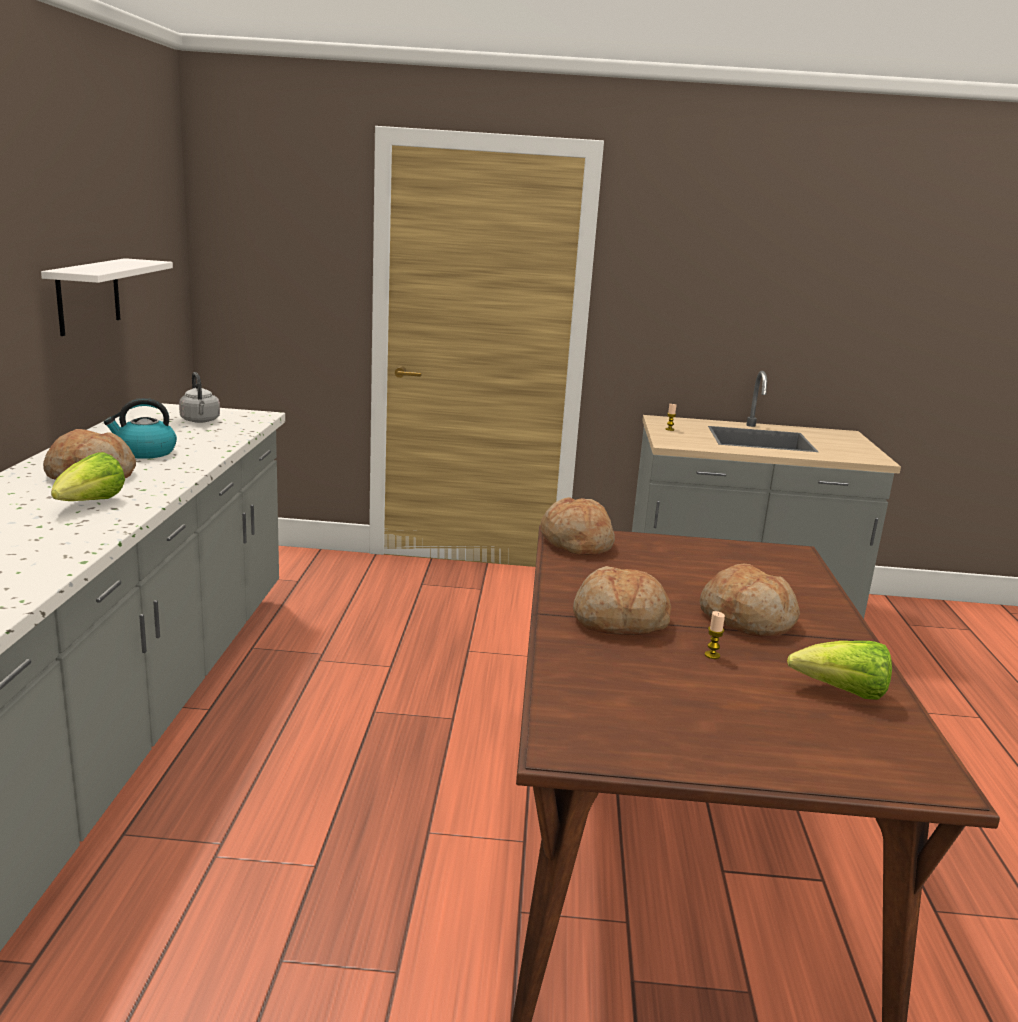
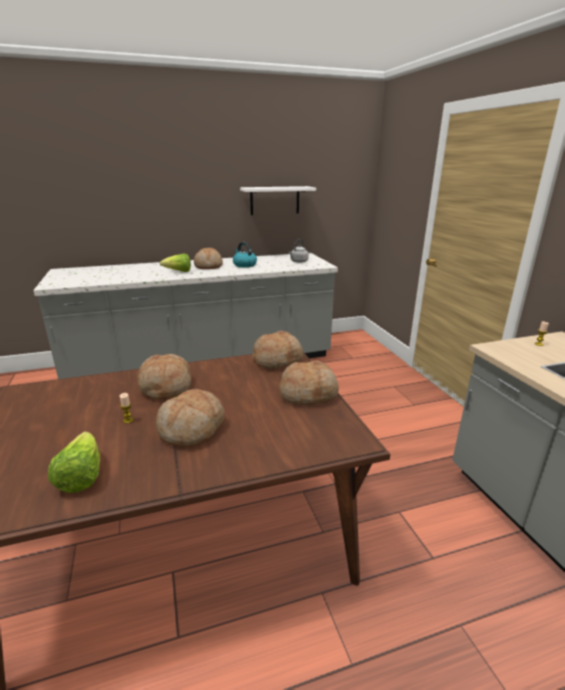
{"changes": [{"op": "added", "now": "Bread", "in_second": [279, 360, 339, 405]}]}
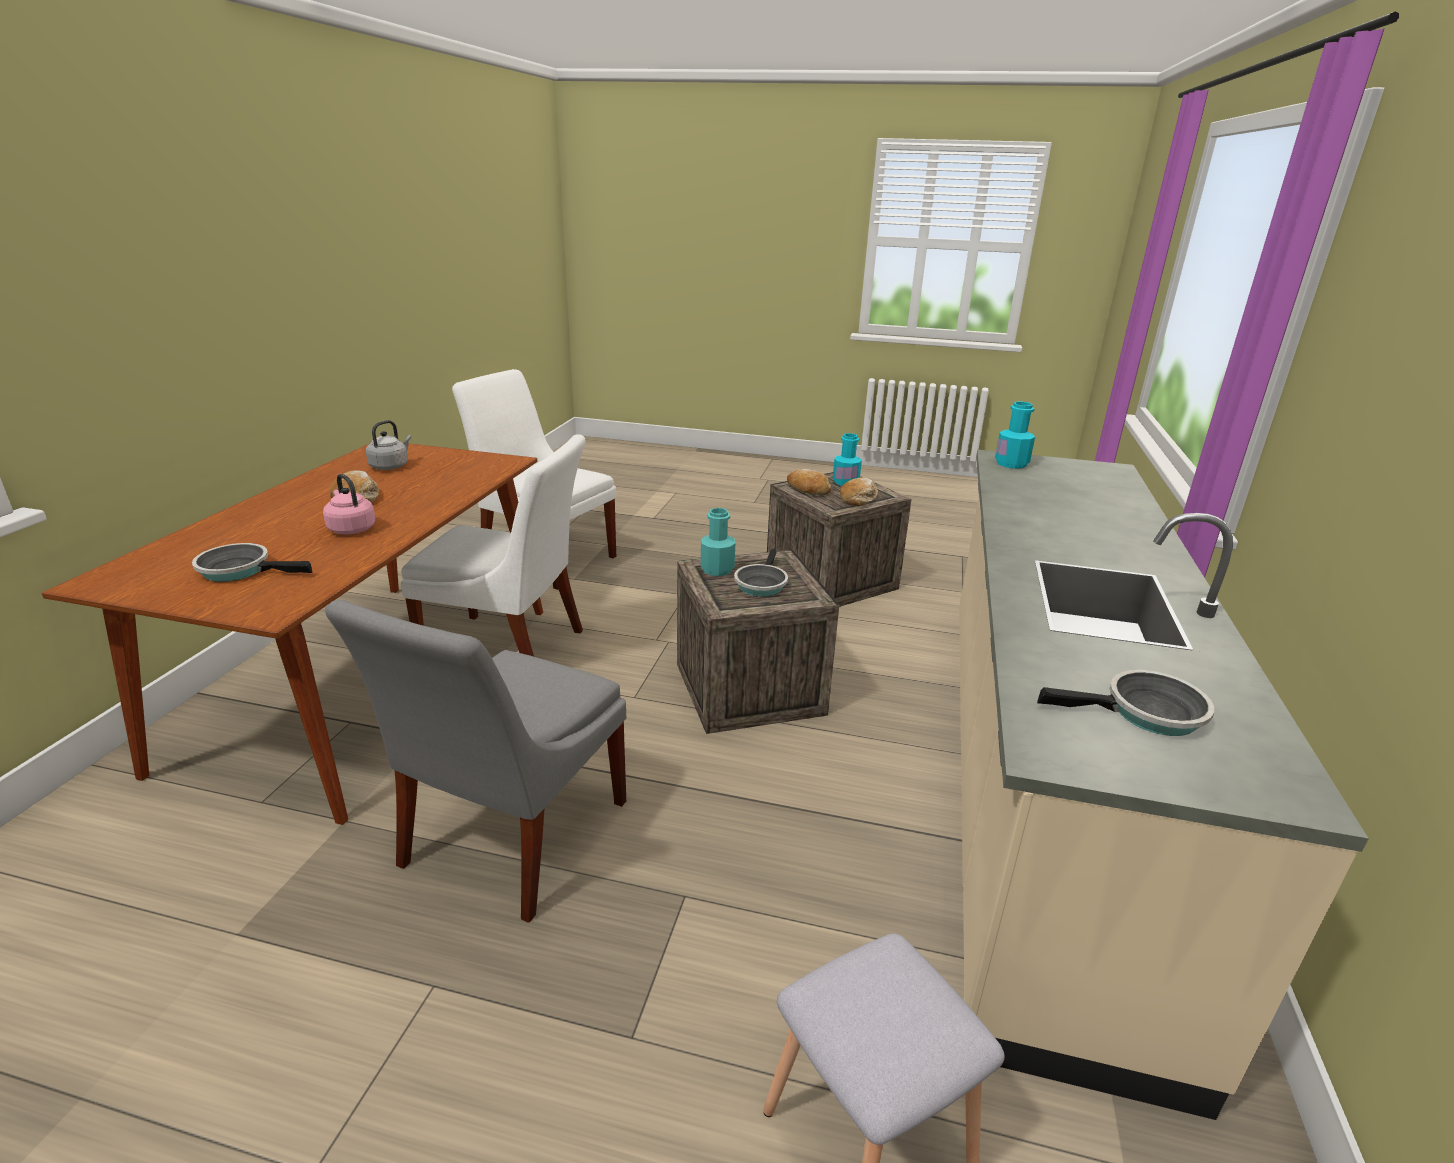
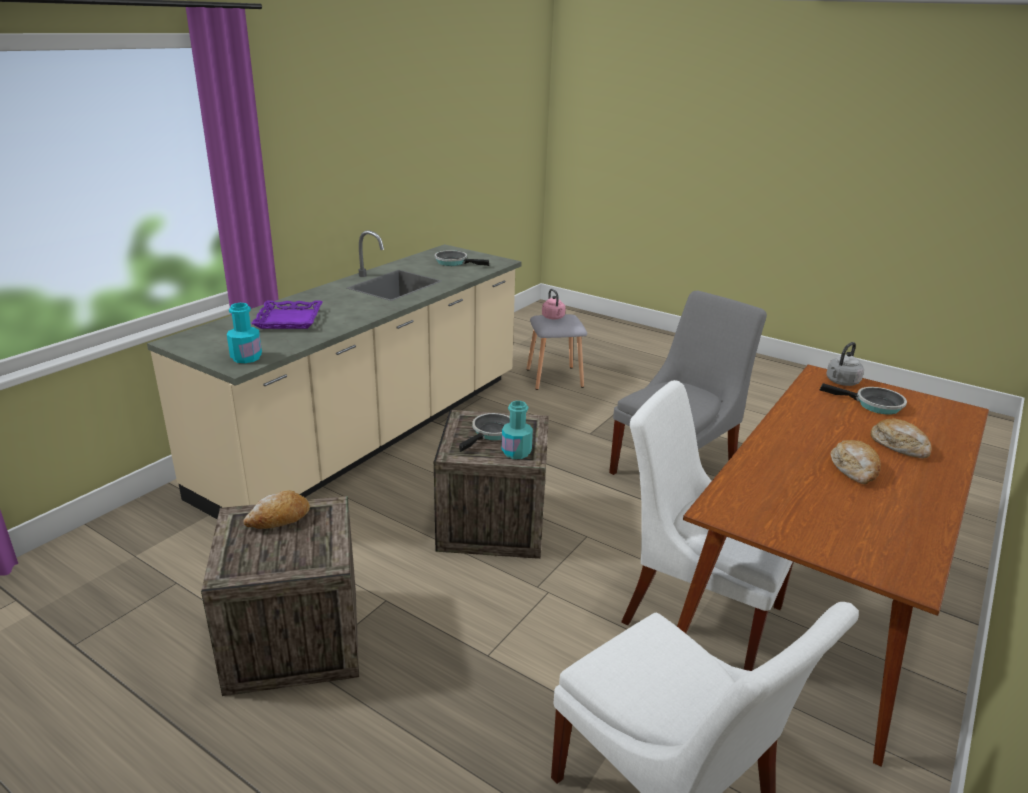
{"changes": [{"op": "added", "now": "PurpleTray", "in_second": [251, 300, 323, 329]}, {"op": "moved", "was": "PinkKettle", "in_first": [323, 474, 375, 535], "in_second": [542, 289, 565, 319]}, {"op": "moved", "was": "GreyKettle", "in_first": [366, 420, 412, 470], "in_second": [826, 342, 864, 386]}, {"op": "moved", "was": "Bread", "in_first": [787, 469, 831, 495], "in_second": [871, 418, 932, 458]}, {"op": "removed", "was": "TurquoiseBottle", "in_first": [833, 433, 862, 486]}]}
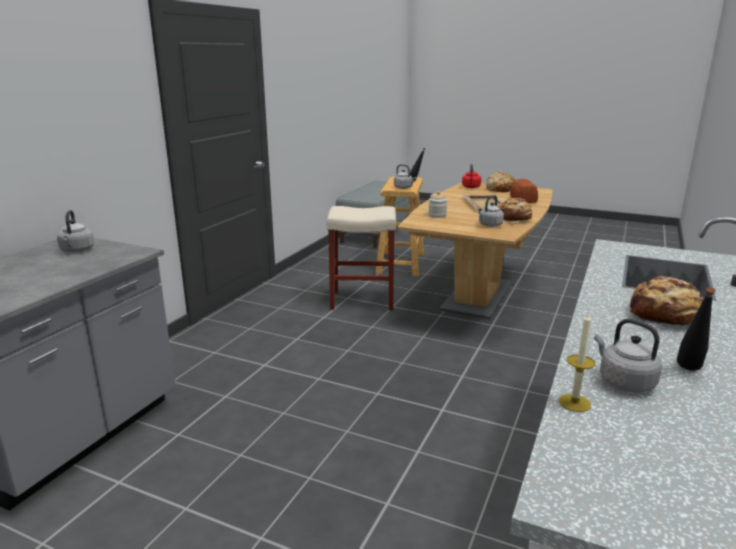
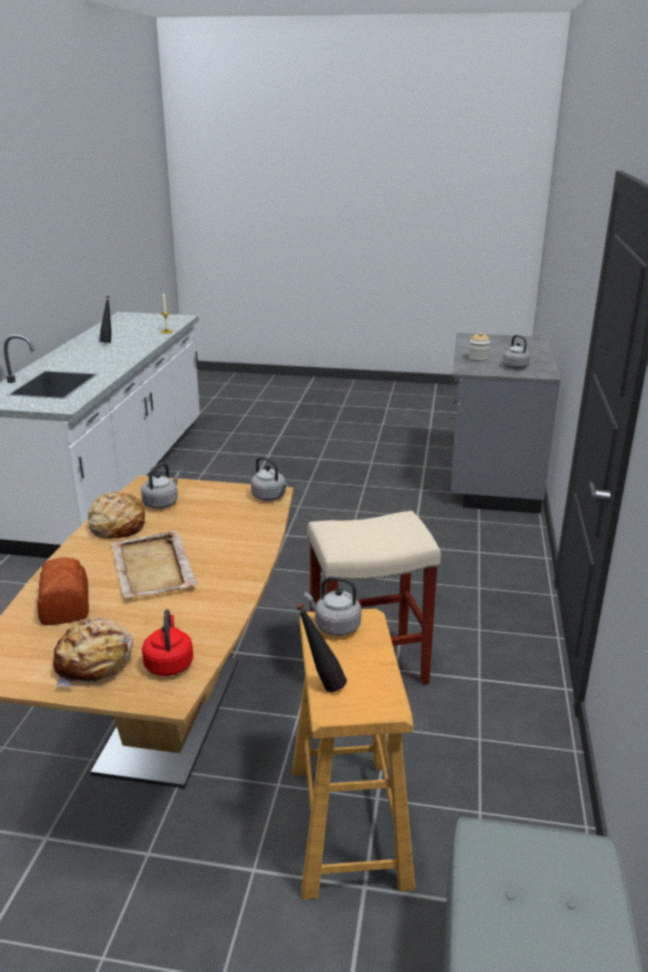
{"changes": [{"op": "moved", "was": "GreyKettle", "in_first": [594, 319, 662, 393], "in_second": [251, 456, 289, 501]}, {"op": "moved", "was": "Jar", "in_first": [428, 191, 447, 218], "in_second": [468, 332, 490, 362]}, {"op": "removed", "was": "Bread", "in_first": [630, 276, 703, 326]}]}
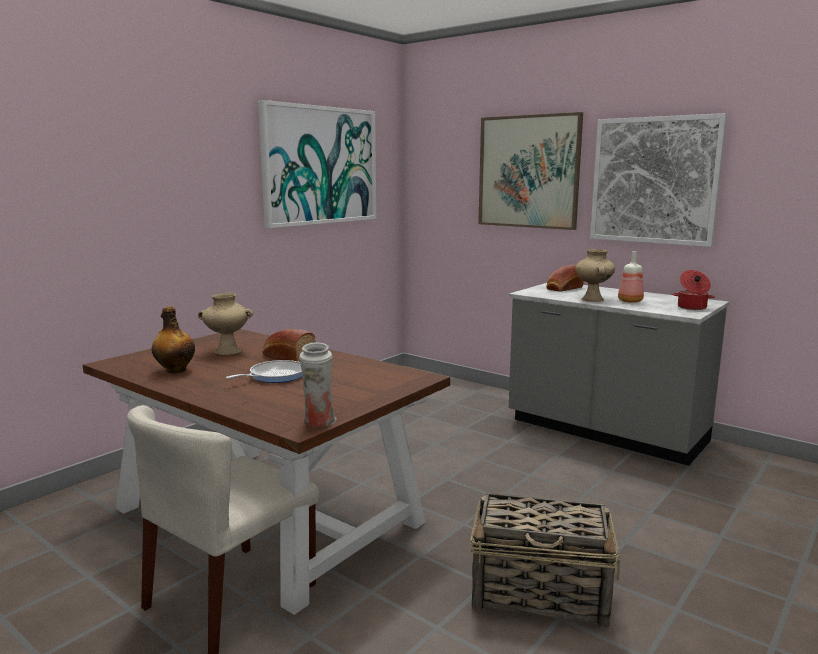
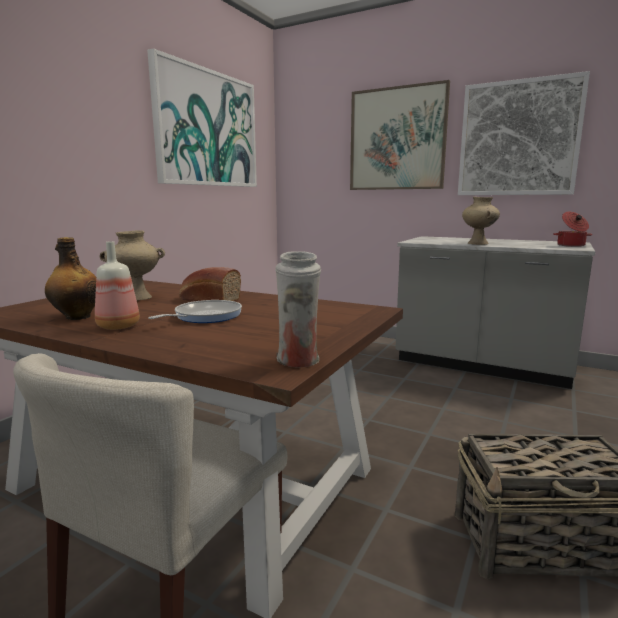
{"changes": [{"op": "moved", "was": "Bottle", "in_first": [618, 251, 644, 303], "in_second": [95, 241, 140, 330]}, {"op": "removed", "was": "Bread", "in_first": [546, 265, 584, 292]}]}
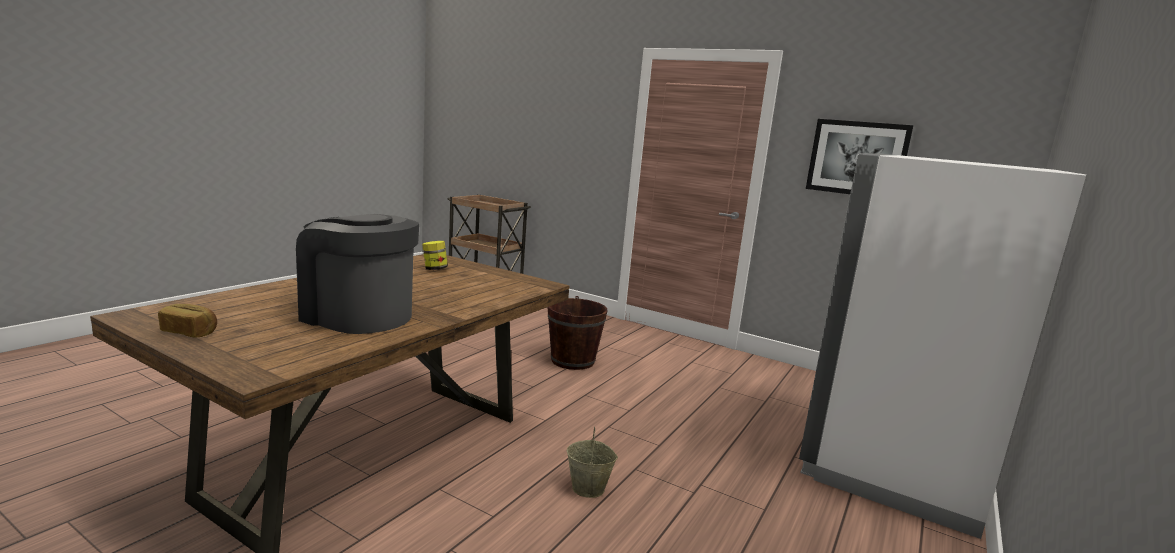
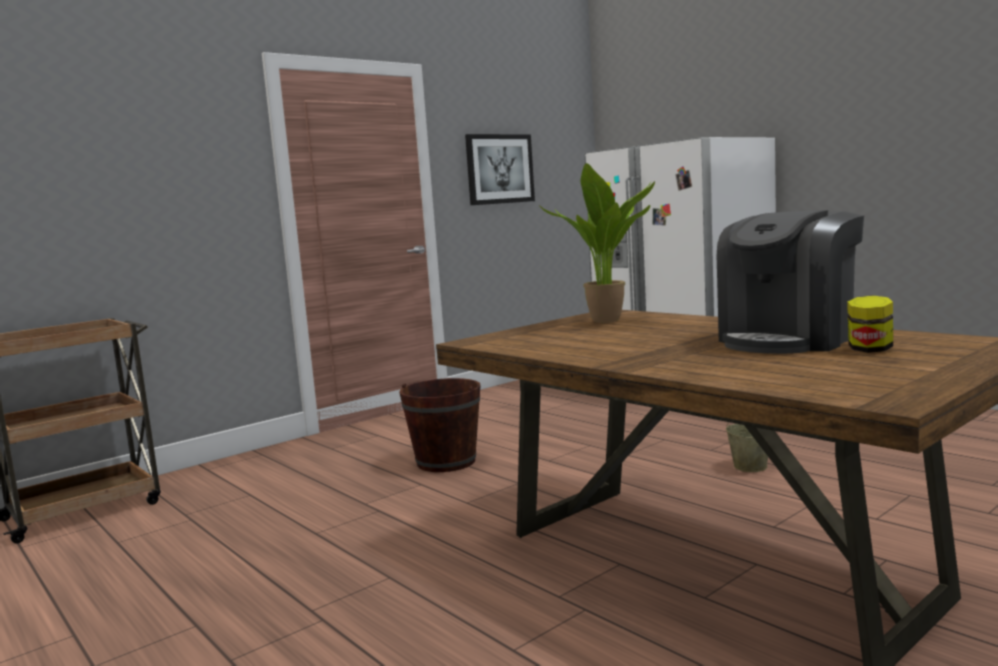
{"changes": [{"op": "added", "now": "PottedPlant", "in_second": [539, 163, 655, 323]}, {"op": "moved", "was": "Jar", "in_first": [422, 241, 448, 270], "in_second": [847, 296, 893, 353]}, {"op": "removed", "was": "Bread", "in_first": [158, 304, 217, 338]}]}
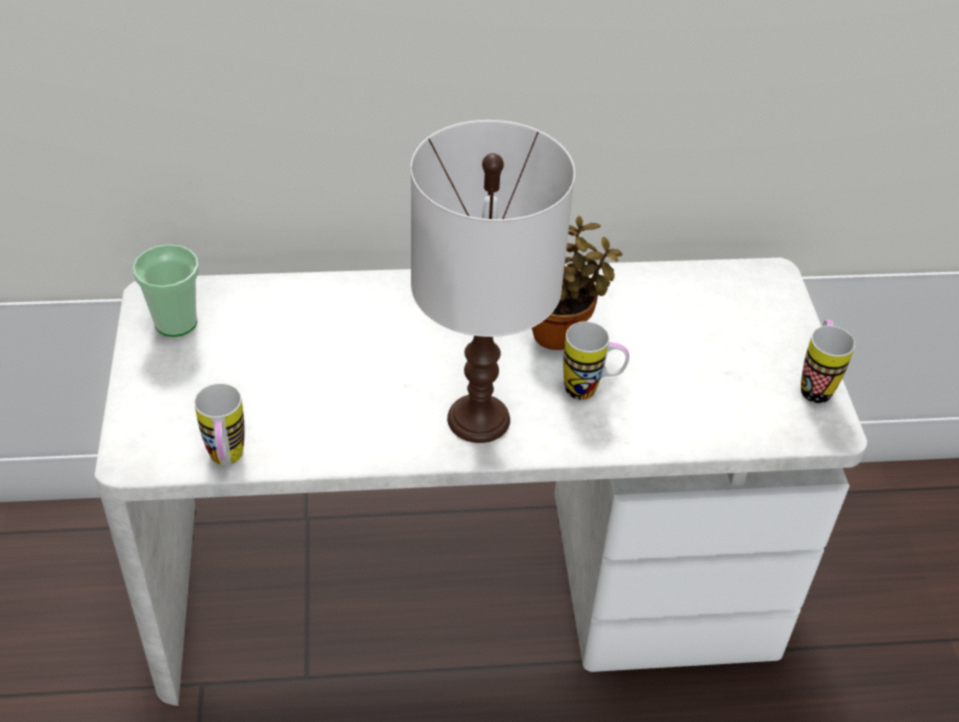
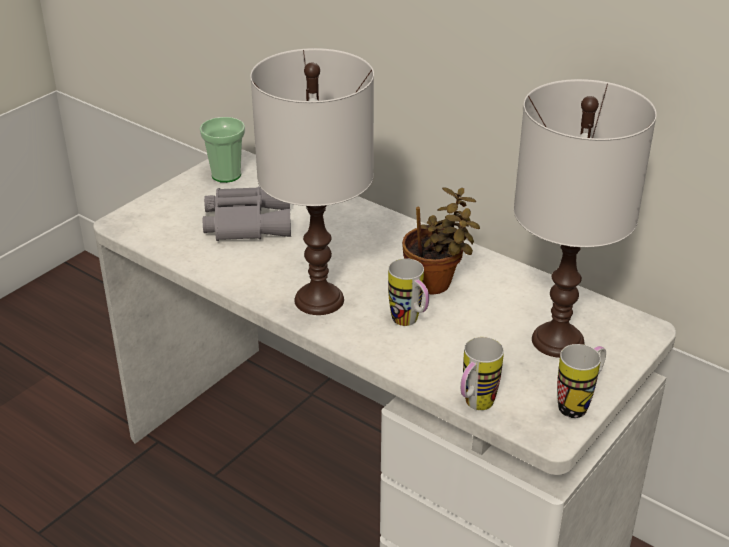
{"changes": [{"op": "added", "now": "GreyBinoculars", "in_second": [203, 187, 291, 241]}, {"op": "moved", "was": "Mug", "in_first": [194, 383, 245, 465], "in_second": [460, 337, 504, 410]}, {"op": "added", "now": "WhiteTableLamp", "in_second": [514, 79, 657, 358]}]}
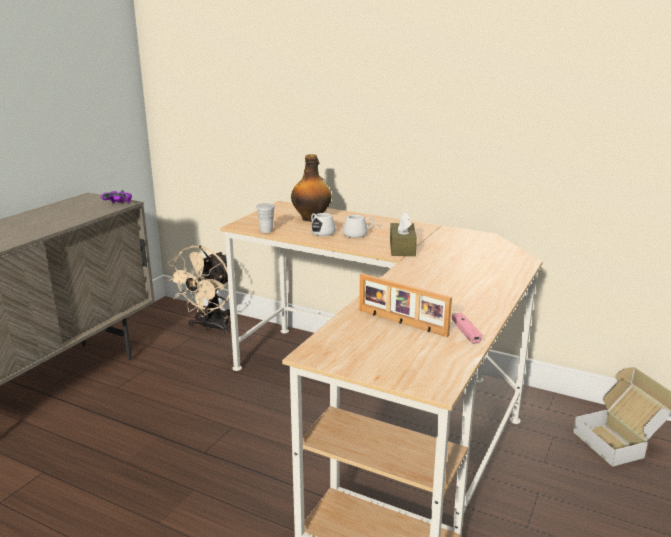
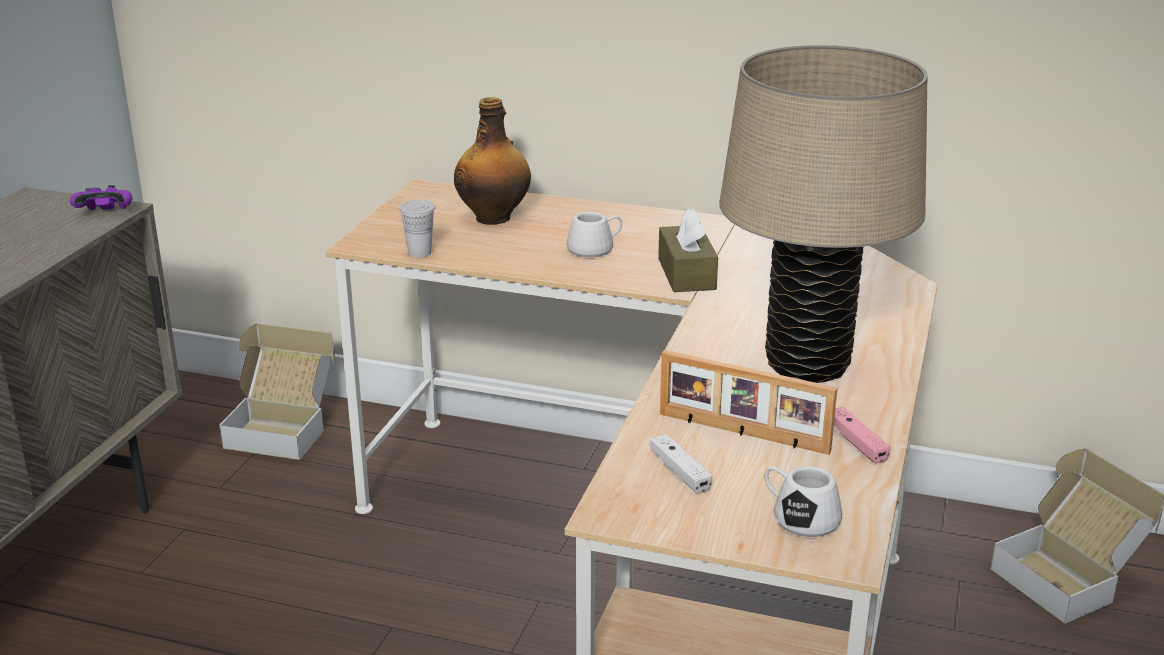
{"changes": [{"op": "replaced", "was": "BeigeFan", "now": "CardboardBox", "in_first": [166, 245, 235, 334], "in_second": [219, 323, 336, 460]}, {"op": "added", "now": "WhiteGameController", "in_second": [650, 434, 712, 494]}, {"op": "added", "now": "BeigeTableLamp", "in_second": [719, 45, 927, 383]}, {"op": "moved", "was": "WhiteMug", "in_first": [311, 213, 336, 236], "in_second": [764, 466, 842, 537]}]}
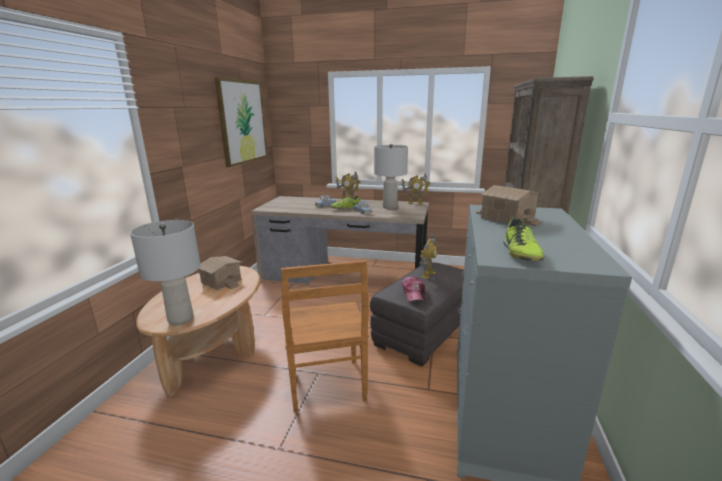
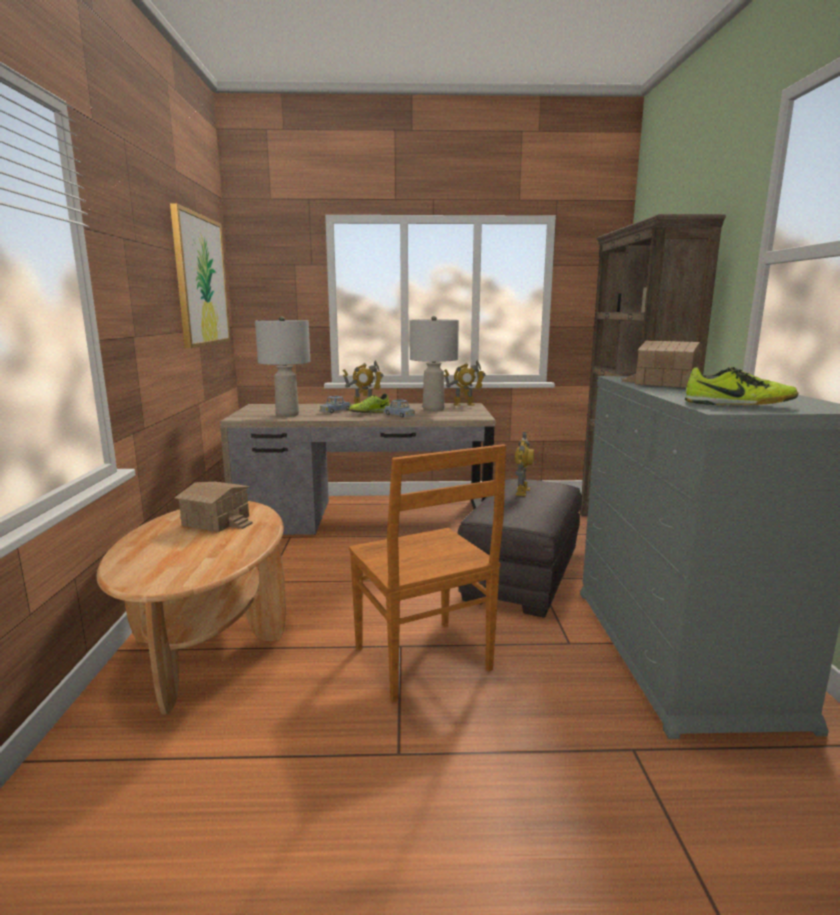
{"changes": [{"op": "moved", "was": "GreyTableLamp", "in_first": [130, 220, 201, 326], "in_second": [255, 316, 310, 417]}, {"op": "turned", "was": "Shoe", "in_first": [503, 218, 545, 261], "in_second": [685, 367, 798, 405], "clockwise": -60}, {"op": "removed", "was": "Cap", "in_first": [402, 276, 426, 302]}]}
